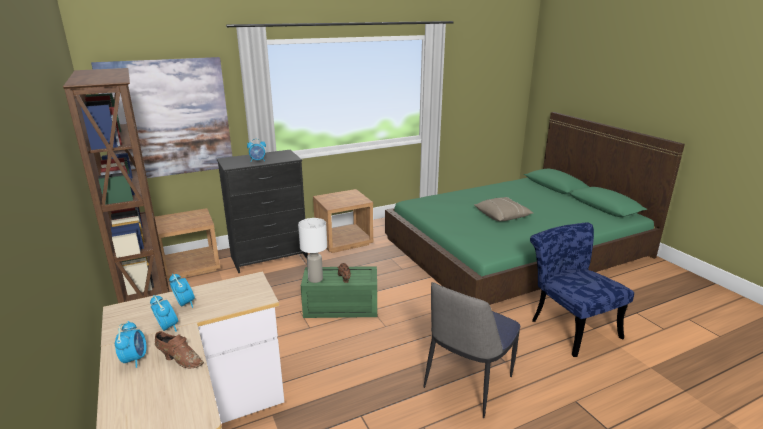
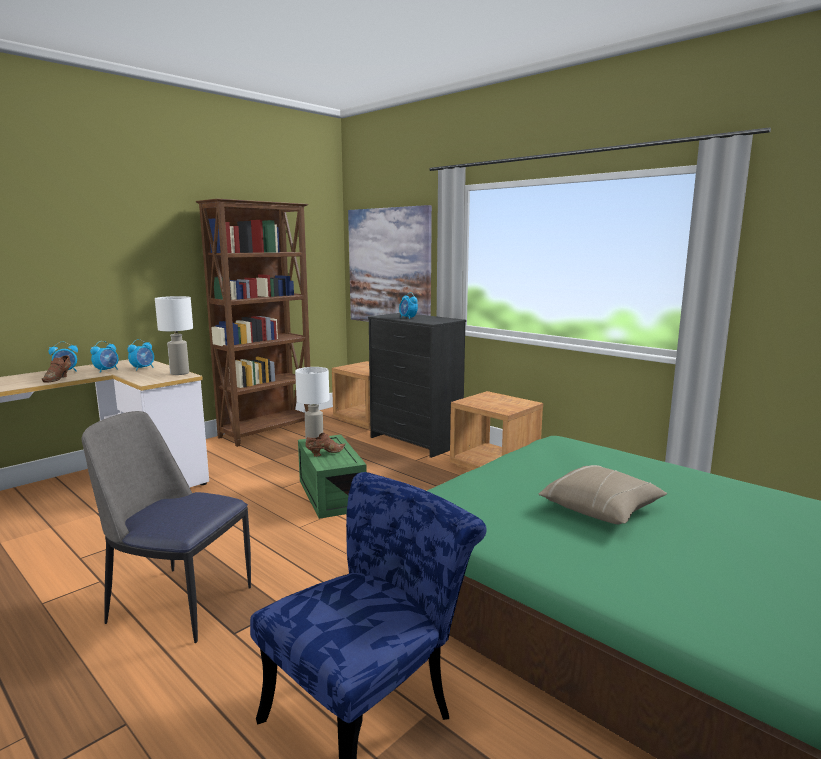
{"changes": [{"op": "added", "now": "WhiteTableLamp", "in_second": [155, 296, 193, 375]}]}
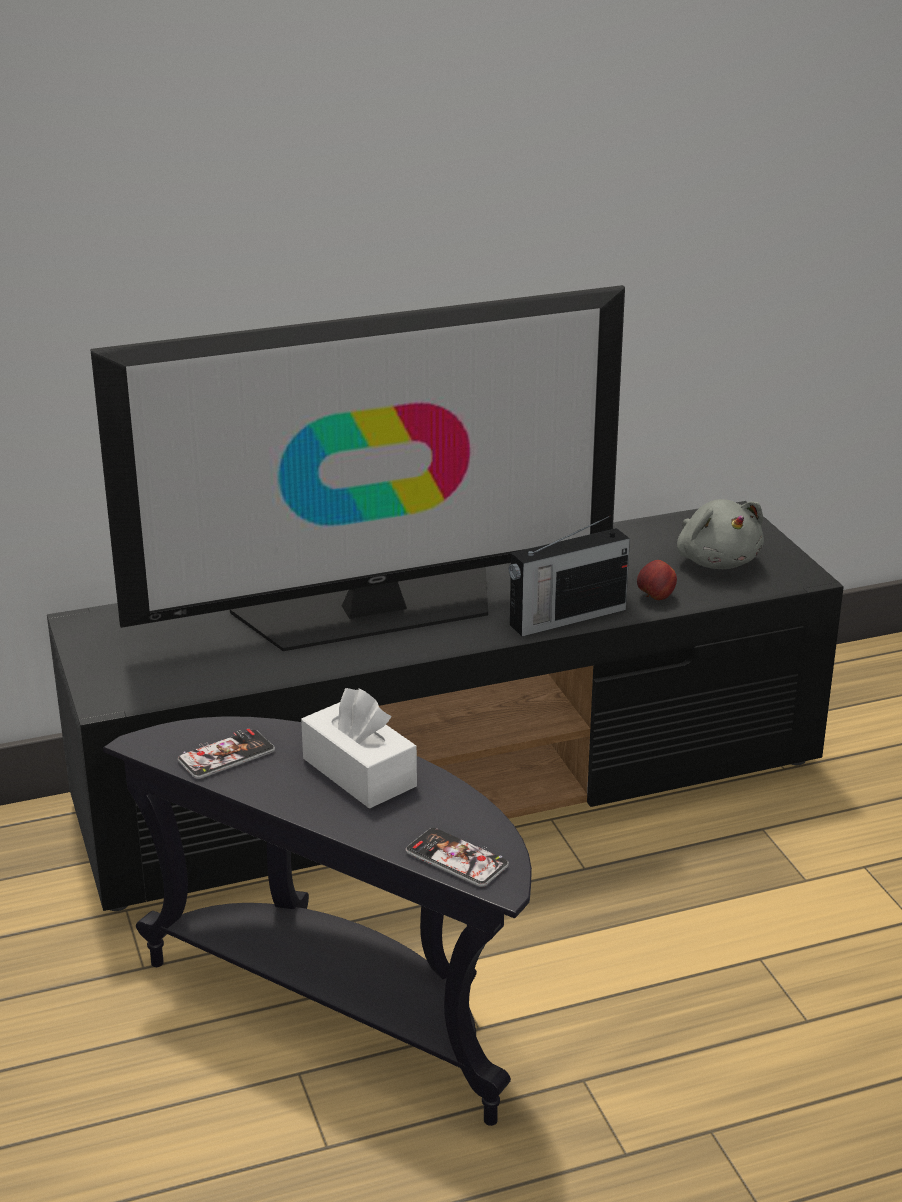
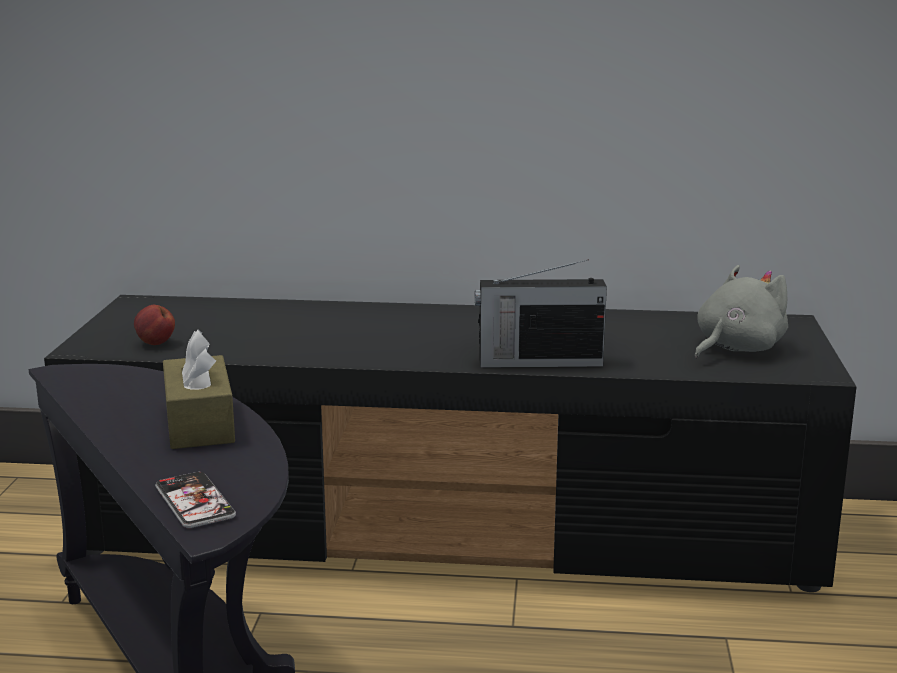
{"changes": [{"op": "moved", "was": "Apple", "in_first": [637, 560, 677, 600], "in_second": [134, 305, 175, 345]}, {"op": "recoloured", "was": "WhiteTissueBox", "now": "BrownTissueBox", "in_first": [301, 688, 417, 809], "in_second": [163, 330, 235, 449]}, {"op": "turned", "was": "GreyPlushToy", "in_first": [677, 499, 764, 569], "in_second": [695, 265, 788, 359], "clockwise": -135}, {"op": "removed", "was": "Television", "in_first": [90, 285, 625, 651]}, {"op": "removed", "was": "Phone", "in_first": [178, 729, 275, 779]}]}
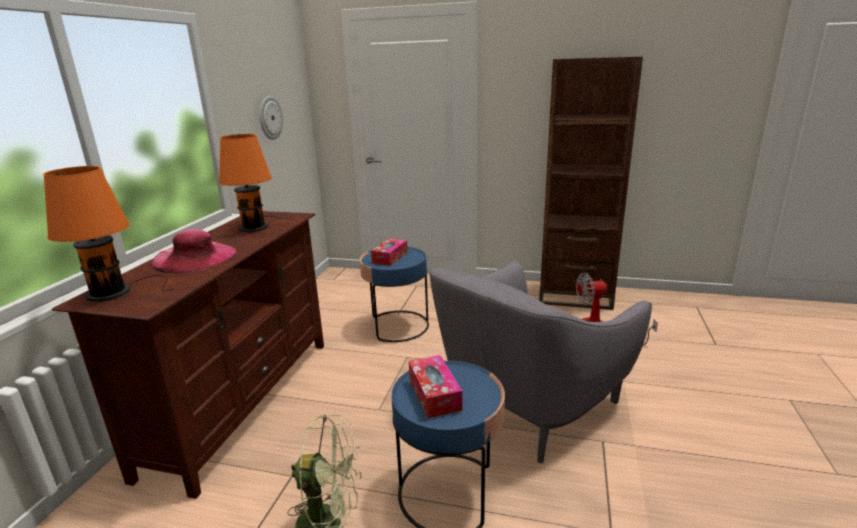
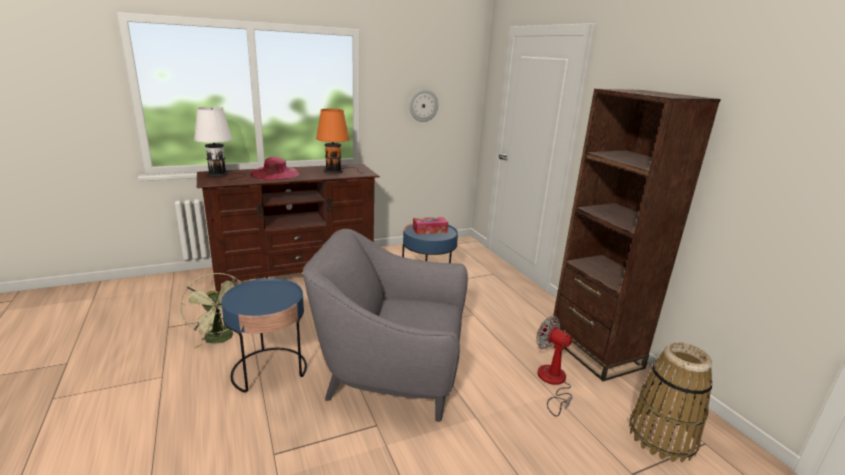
{"changes": [{"op": "recoloured", "was": "OrangeTableLamp", "now": "WhiteTableLamp", "in_first": [43, 166, 174, 302], "in_second": [194, 107, 246, 180]}, {"op": "added", "now": "Basket", "in_second": [629, 342, 712, 462]}, {"op": "removed", "was": "TissueBox", "in_first": [409, 355, 462, 418]}]}
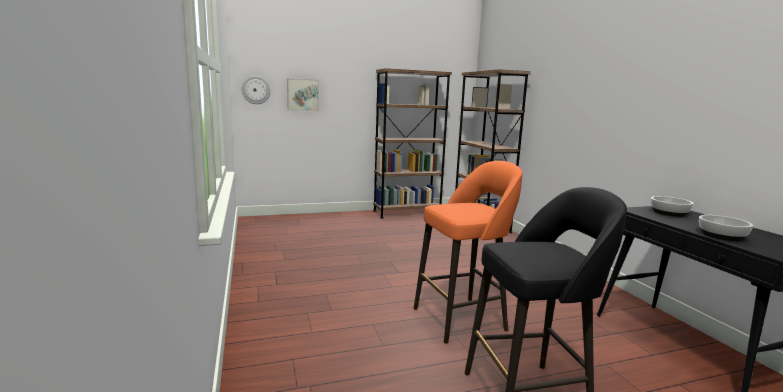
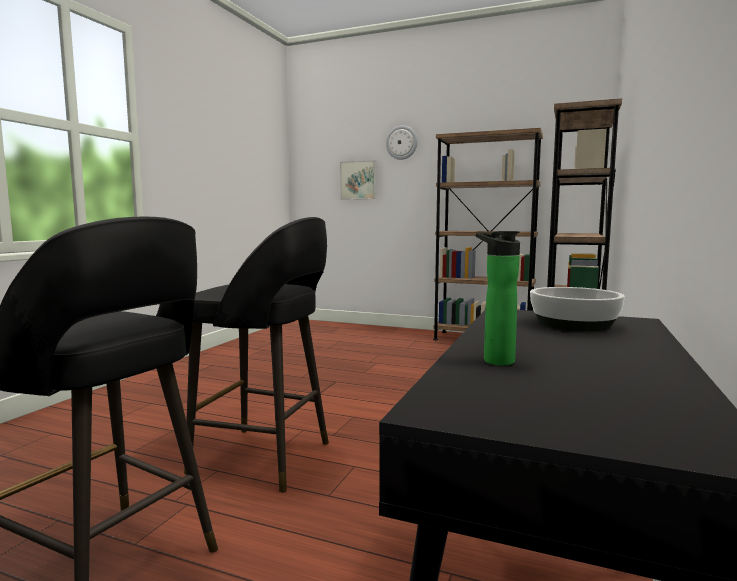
{"changes": [{"op": "recoloured", "was": "OrangeStool", "now": "BlackStool", "in_first": [413, 161, 522, 344], "in_second": [184, 217, 329, 493]}, {"op": "moved", "was": "WallClock", "in_first": [242, 76, 271, 104], "in_second": [386, 125, 417, 160]}, {"op": "replaced", "was": "Bowl", "now": "Bottle", "in_first": [699, 215, 753, 241], "in_second": [476, 231, 520, 366]}]}
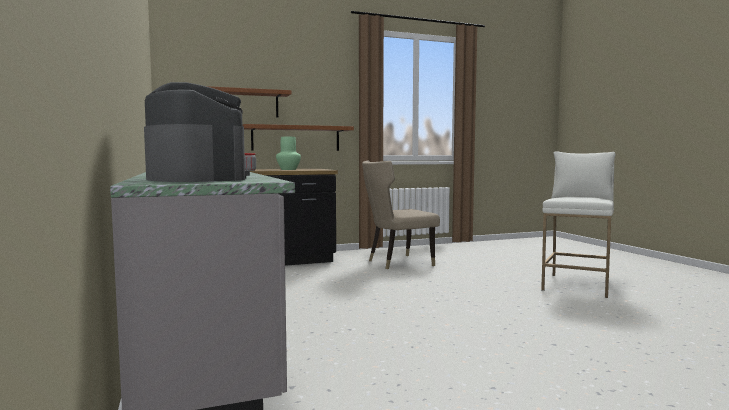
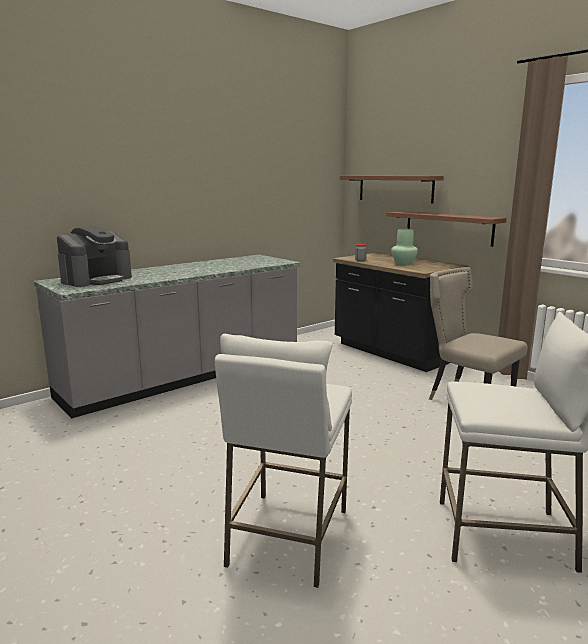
{"changes": [{"op": "added", "now": "WhiteStool", "in_second": [215, 334, 352, 588]}]}
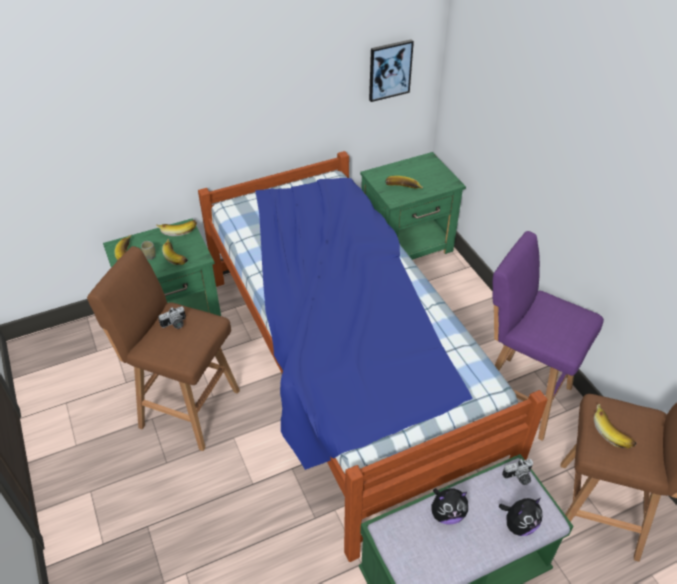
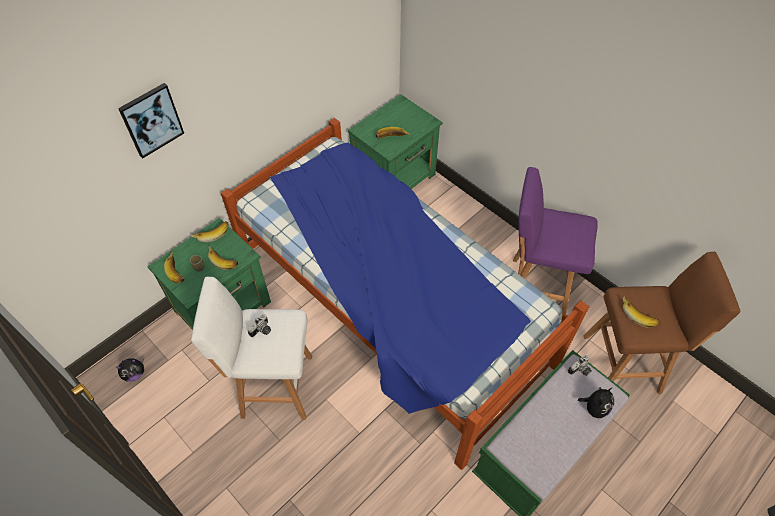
{"changes": [{"op": "moved", "was": "PlushToy", "in_first": [431, 488, 468, 524], "in_second": [116, 358, 144, 382]}, {"op": "moved", "was": "Picture", "in_first": [369, 39, 414, 102], "in_second": [118, 83, 184, 159]}, {"op": "recoloured", "was": "BrownStool", "now": "WhiteStool", "in_first": [87, 246, 240, 451], "in_second": [191, 277, 312, 420]}]}
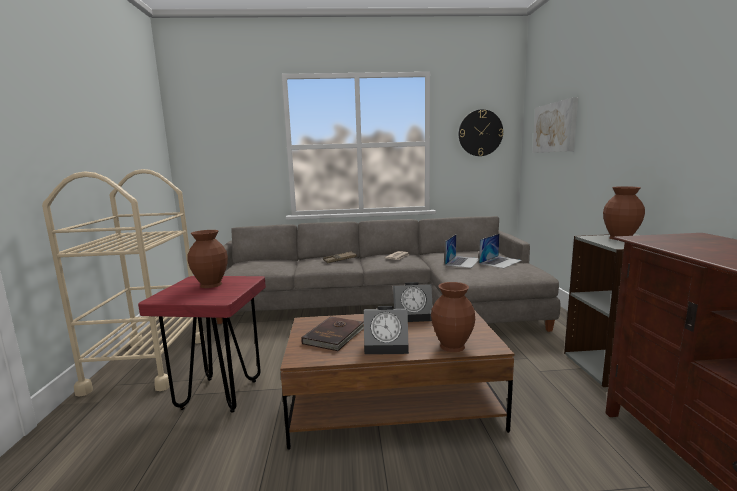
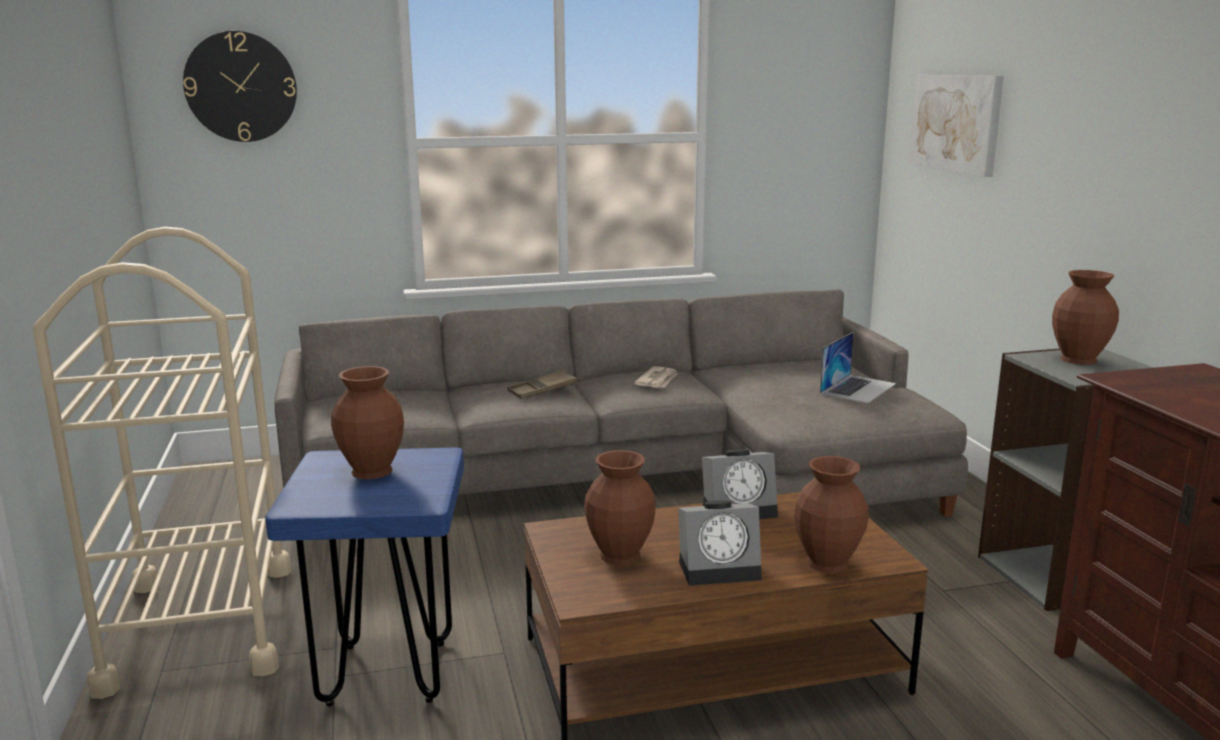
{"changes": [{"op": "moved", "was": "WallClock", "in_first": [459, 109, 503, 156], "in_second": [183, 31, 297, 142]}, {"op": "recoloured", "was": "RedStool", "now": "BlueStool", "in_first": [138, 276, 266, 413], "in_second": [265, 447, 464, 706]}, {"op": "replaced", "was": "BrownBook", "now": "BrownVase", "in_first": [301, 316, 364, 351], "in_second": [584, 450, 655, 565]}, {"op": "removed", "was": "Laptop", "in_first": [445, 235, 479, 268]}]}
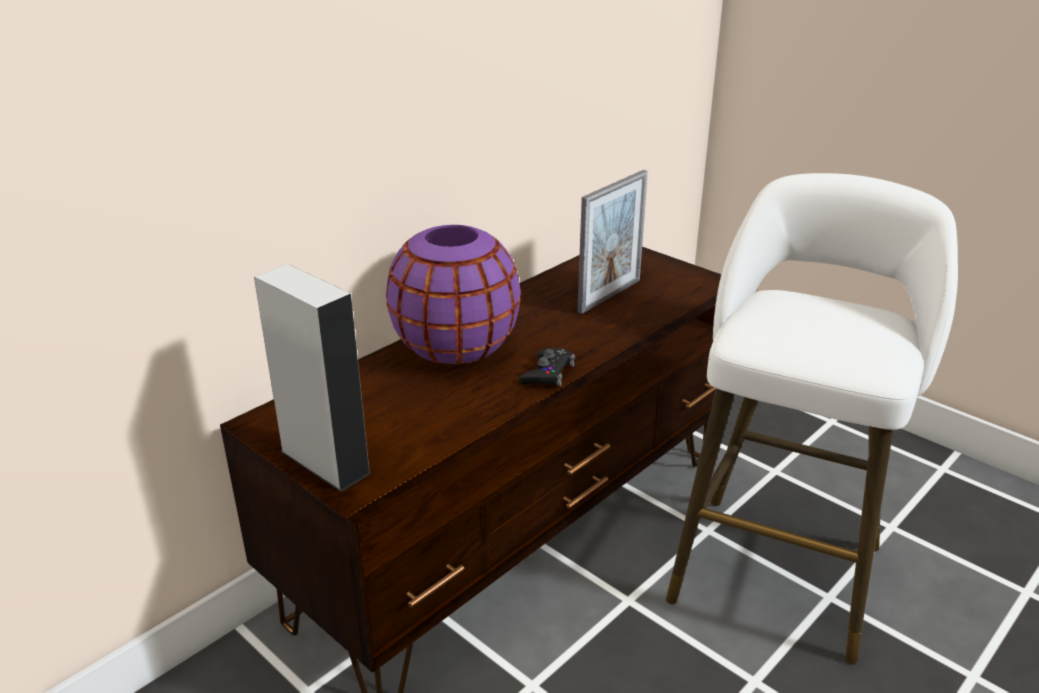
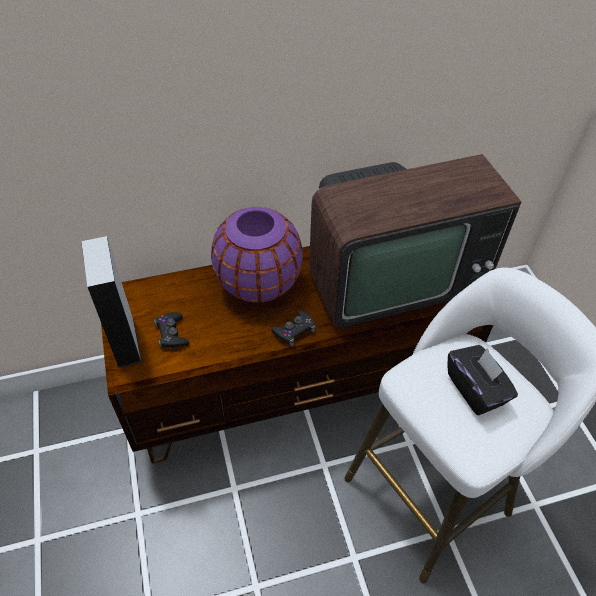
{"changes": [{"op": "added", "now": "BlackGameController", "in_second": [154, 312, 189, 348]}, {"op": "replaced", "was": "PictureFrame", "now": "Television", "in_first": [578, 170, 648, 314], "in_second": [309, 154, 521, 327]}, {"op": "added", "now": "BlackTissueBox", "in_second": [447, 345, 518, 415]}]}
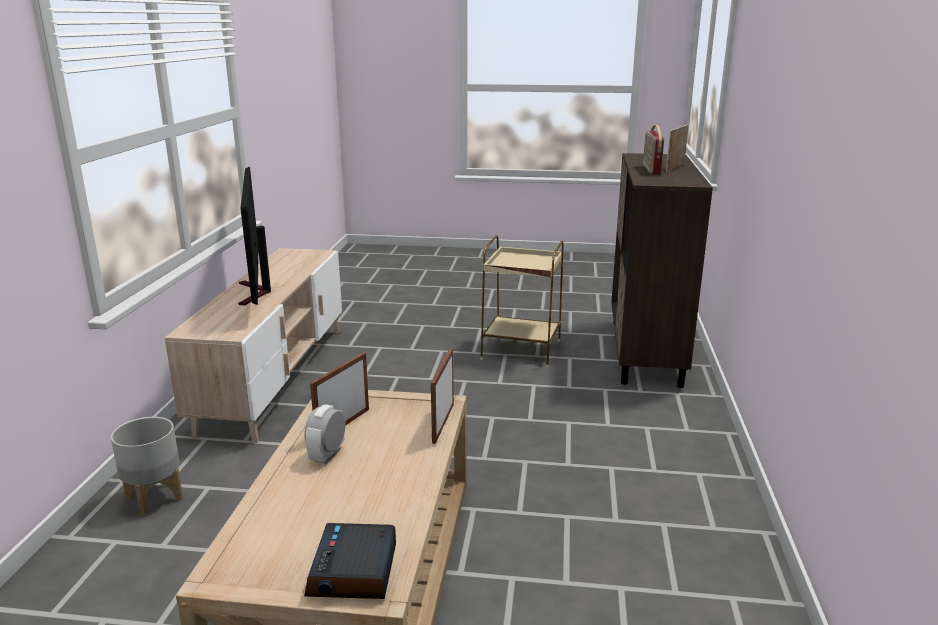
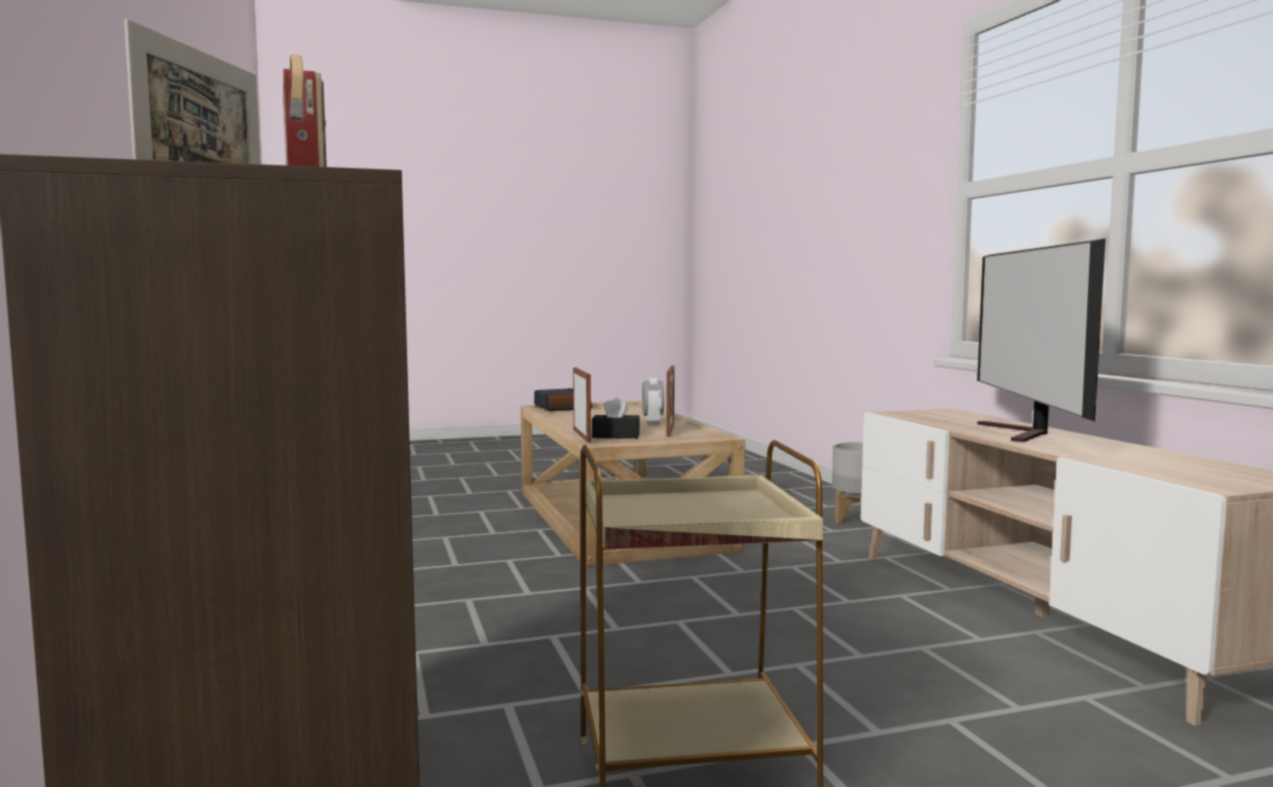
{"changes": [{"op": "added", "now": "BlackTissueBox", "in_second": [592, 397, 640, 439]}, {"op": "turned", "was": "Television", "in_first": [238, 167, 271, 306], "in_second": [977, 238, 1106, 442], "clockwise": -135}]}
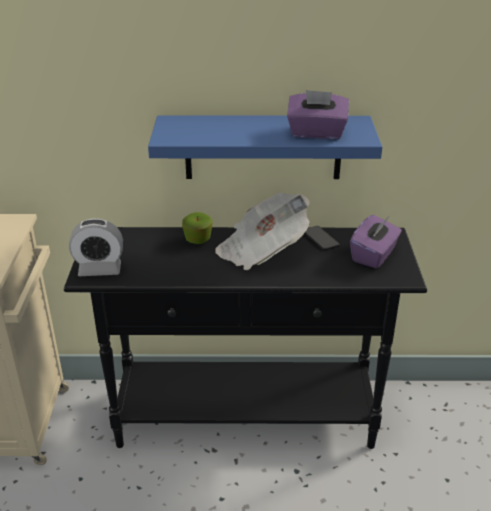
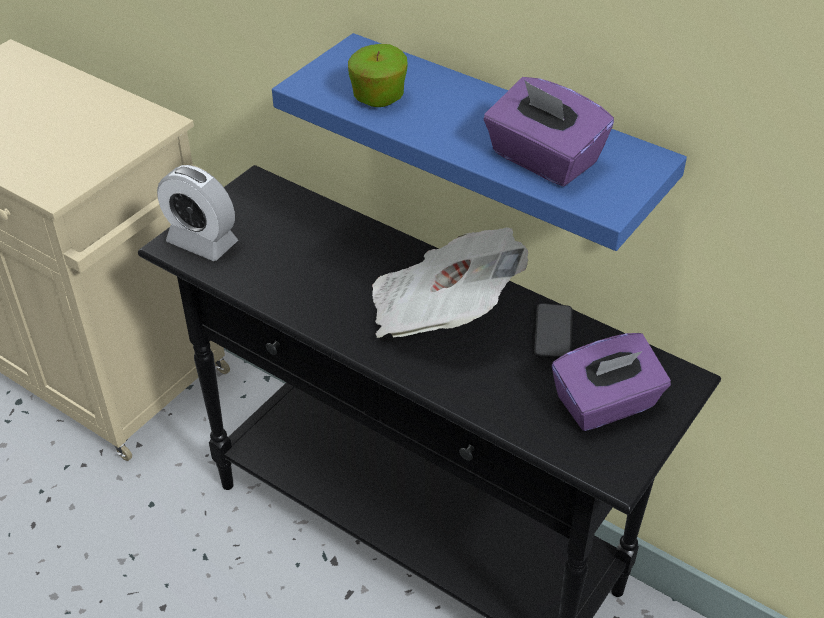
{"changes": [{"op": "moved", "was": "Apple", "in_first": [182, 212, 213, 244], "in_second": [348, 44, 408, 107]}]}
